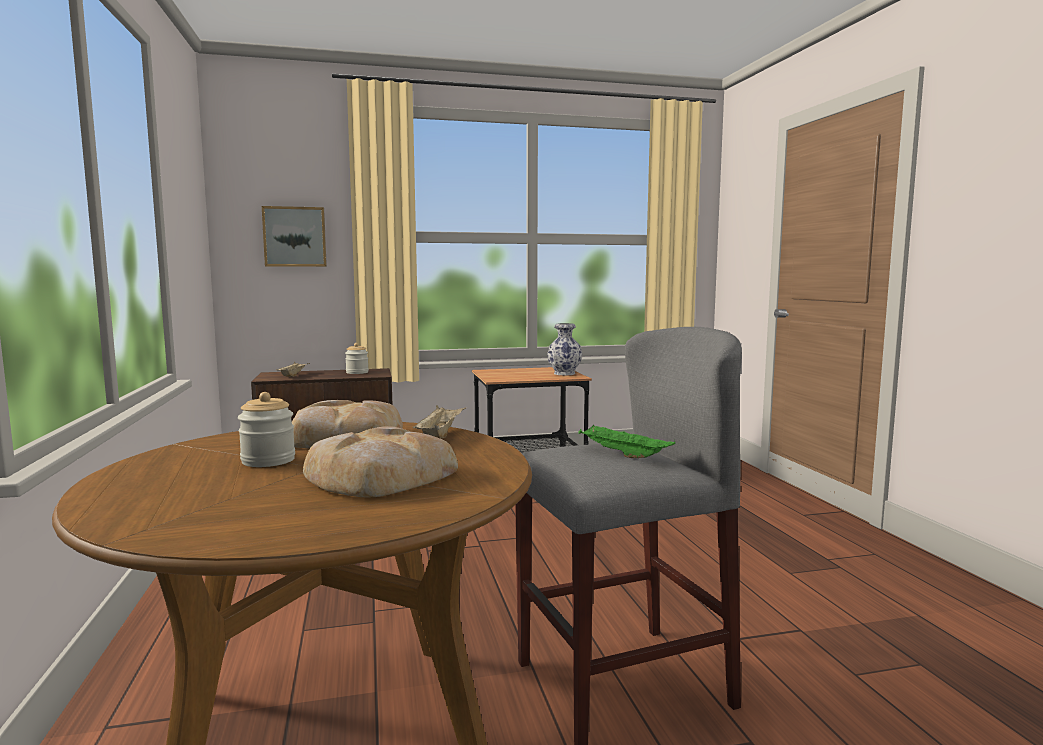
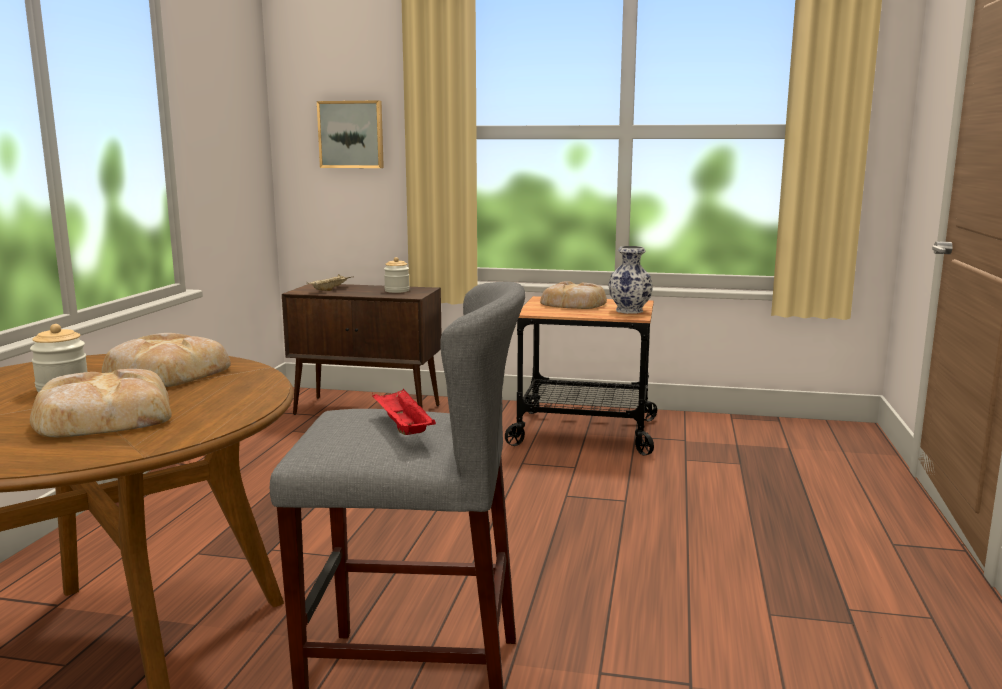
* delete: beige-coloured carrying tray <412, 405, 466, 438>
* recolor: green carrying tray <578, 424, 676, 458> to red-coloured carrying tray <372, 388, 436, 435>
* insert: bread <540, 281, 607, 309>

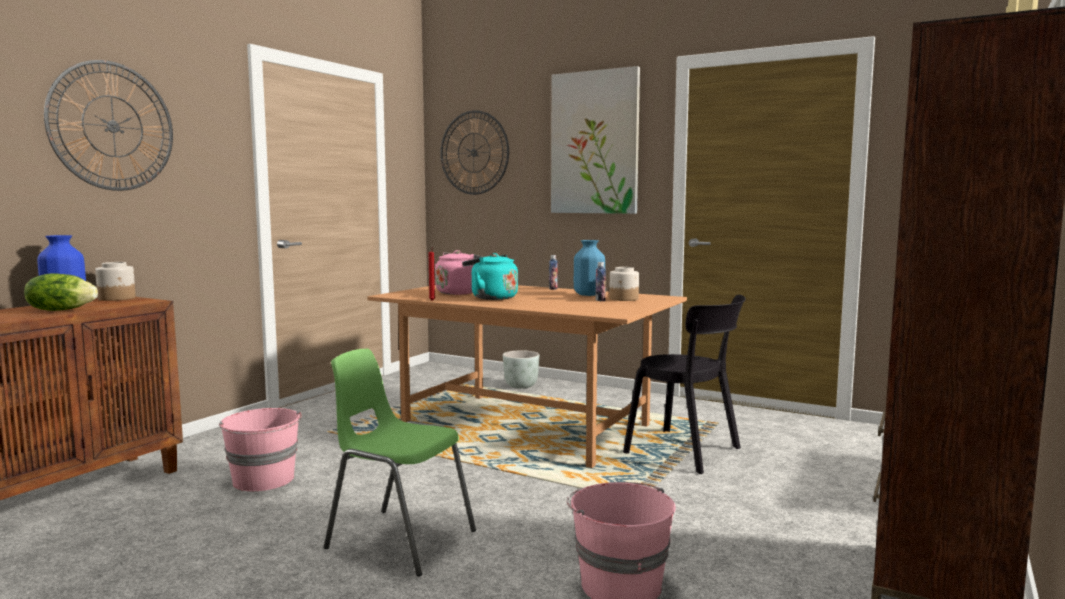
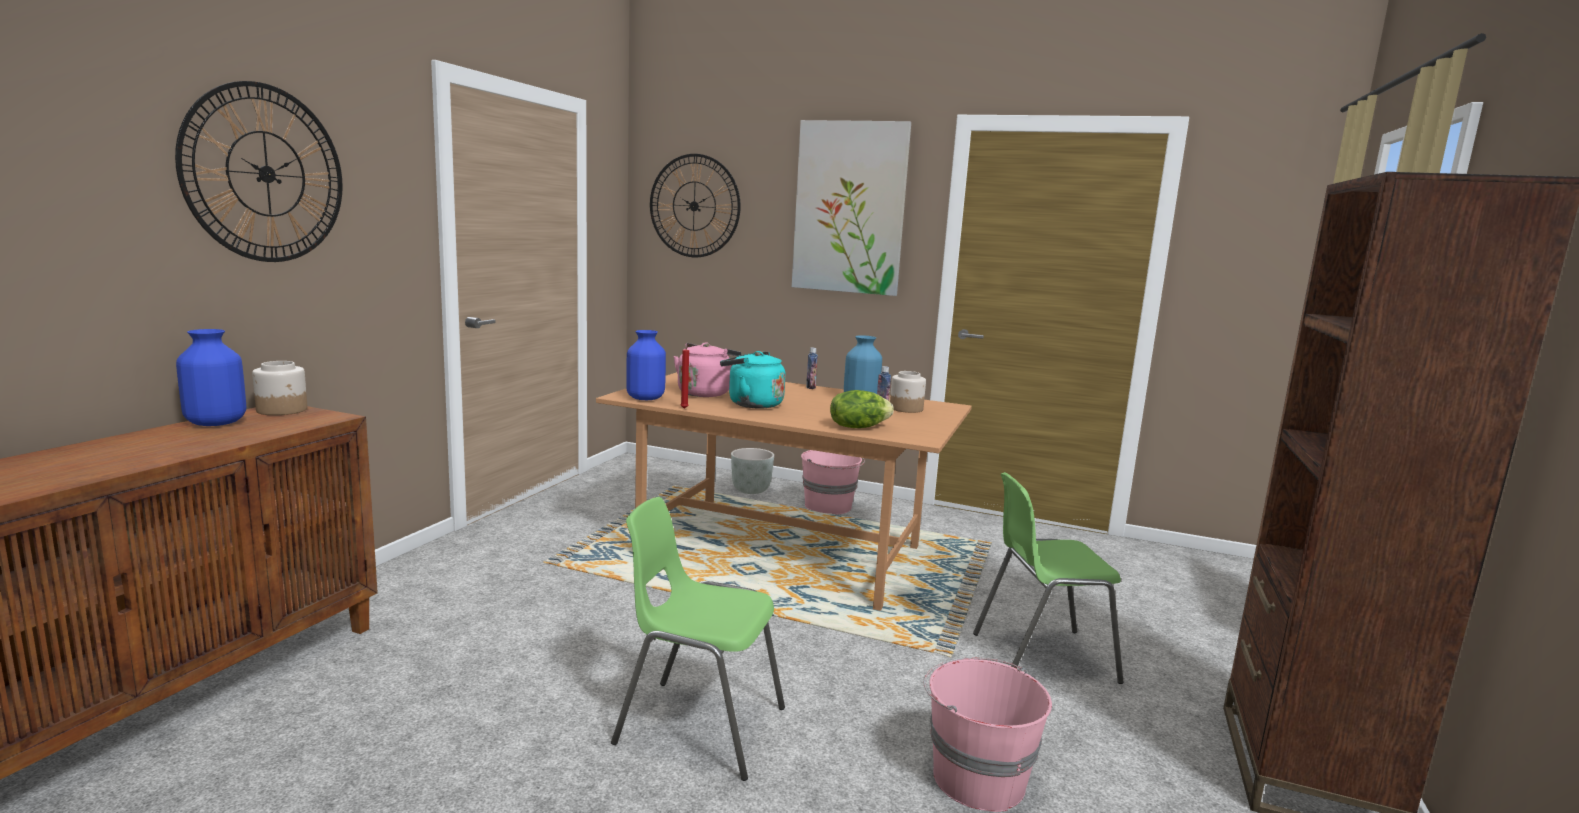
* move: head of lettuce <24, 273, 98, 311> to <830, 390, 894, 428>
* delete: black-coloured upright chair <623, 295, 746, 474>
* move: pinkish water bucket <219, 408, 302, 491> to <801, 450, 865, 515>
* insert: bluish decorative vase <626, 330, 666, 400>
* insert: green upright chair <973, 472, 1123, 684>

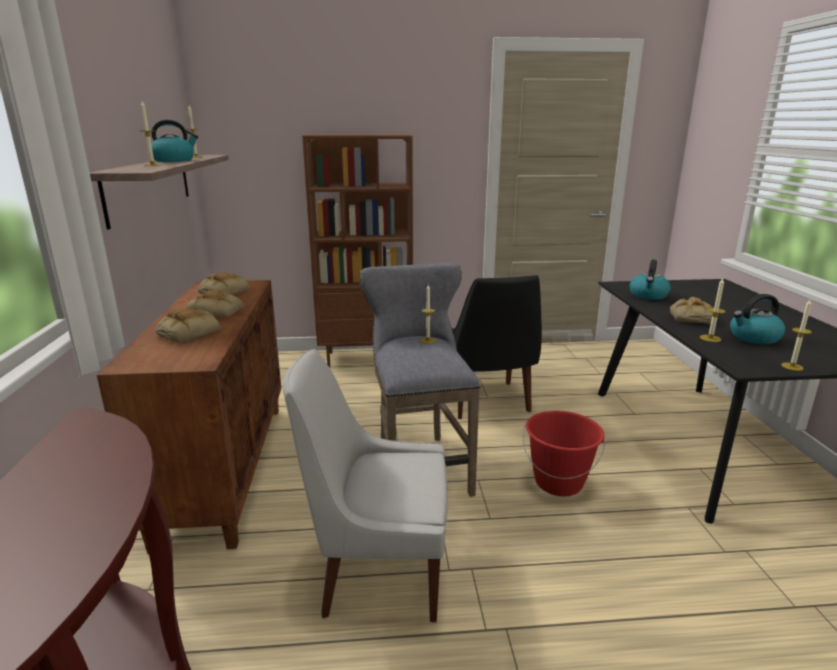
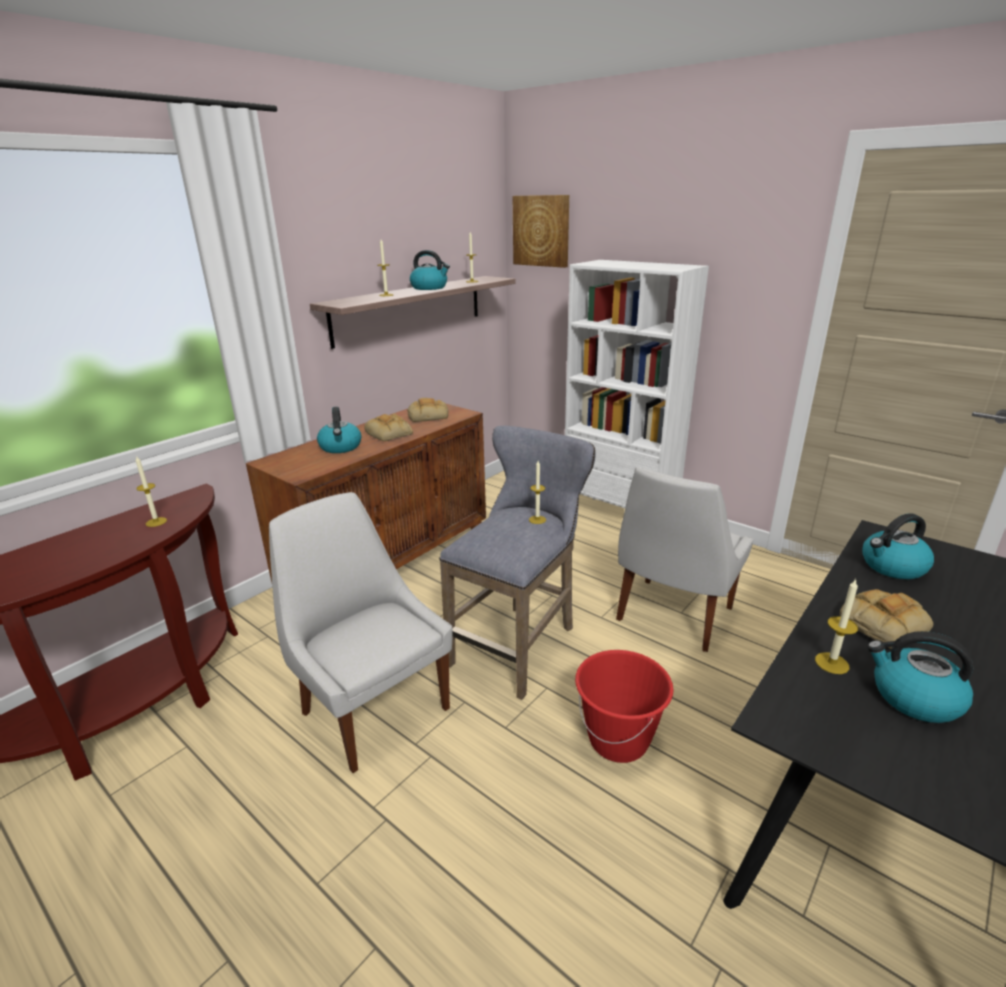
* recolor: brown-coloured shelving unit <302, 134, 413, 367> to white shelving unit <565, 260, 709, 508>
* recolor: black-coloured upright chair <452, 275, 542, 419> to white upright chair <616, 467, 754, 652>
* move: wax light <781, 300, 812, 371> to <136, 455, 167, 527>
* replace: bread <155, 308, 220, 343> to tea kettle <317, 407, 362, 453>
* insert: picture <513, 195, 569, 268>

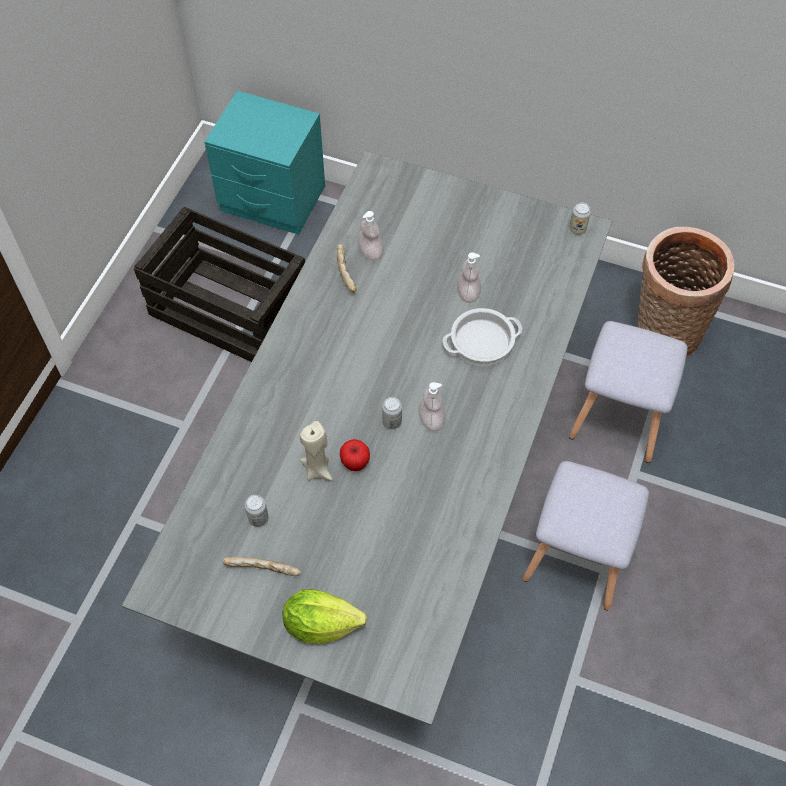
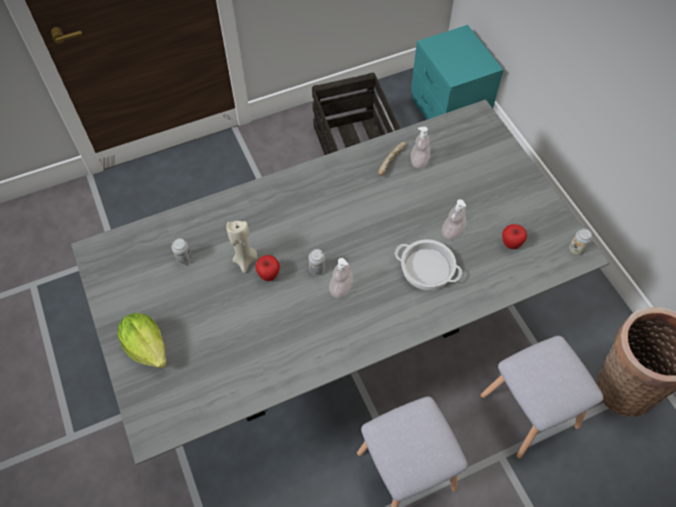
* delete: bread <223, 557, 301, 576>
* insert: apple <502, 224, 527, 249>

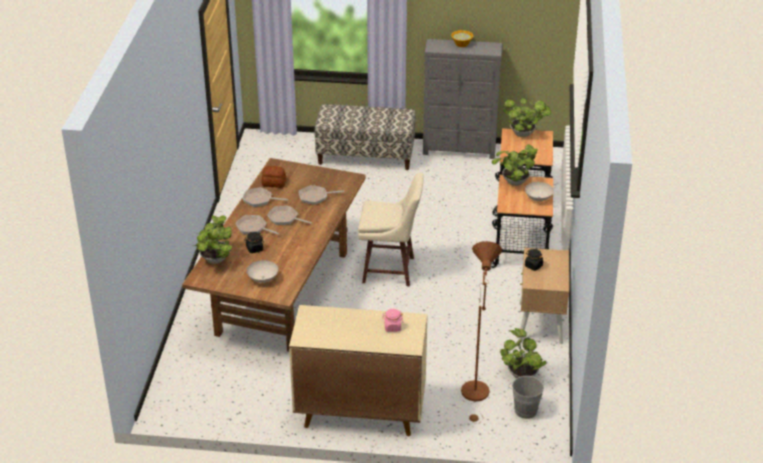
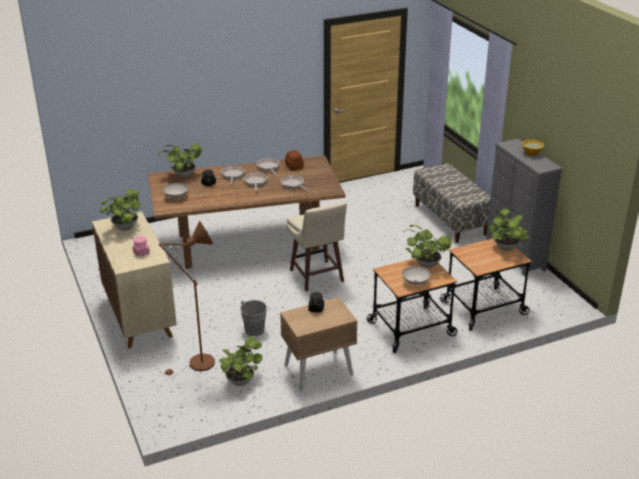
* move: gray water bucket <508, 376, 544, 419> to <240, 300, 267, 337>
* insert: potted plant <99, 188, 141, 231>

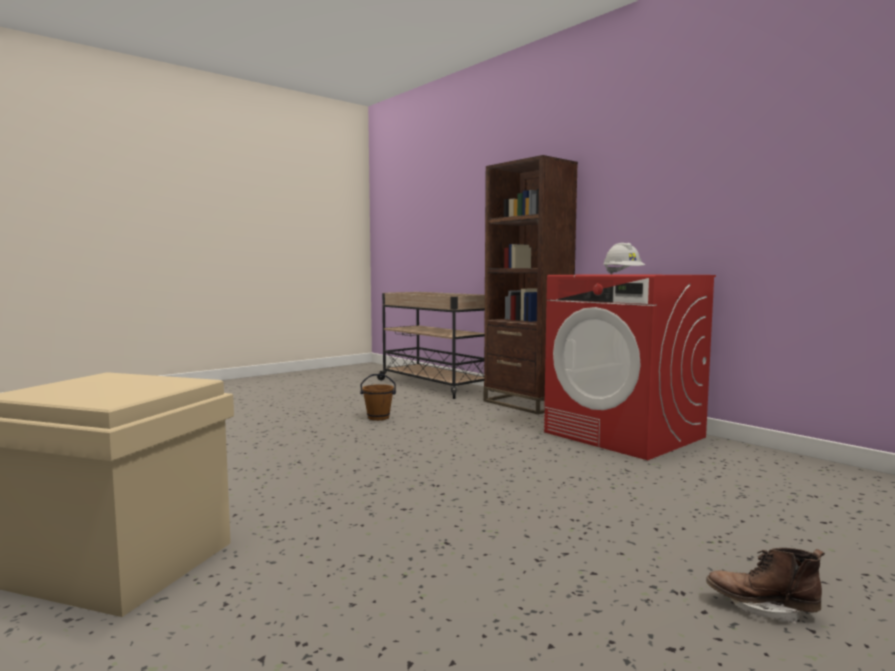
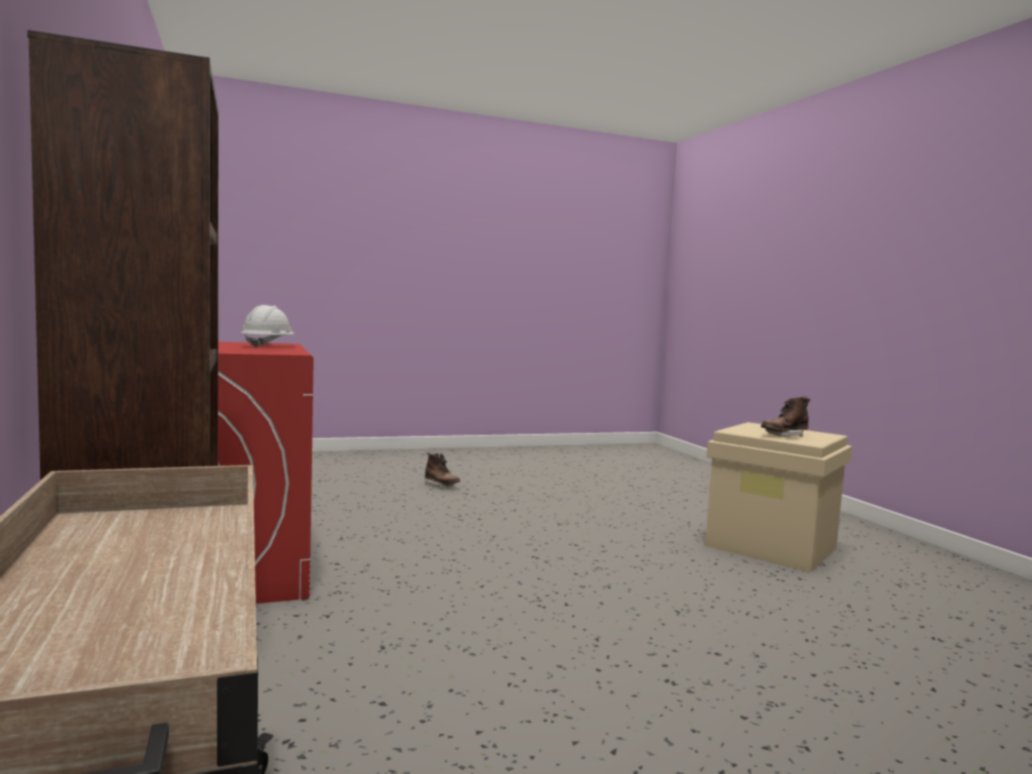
* delete: brown-coloured water bucket <360, 374, 396, 421>
* insert: brown-coloured boot <761, 396, 810, 437>

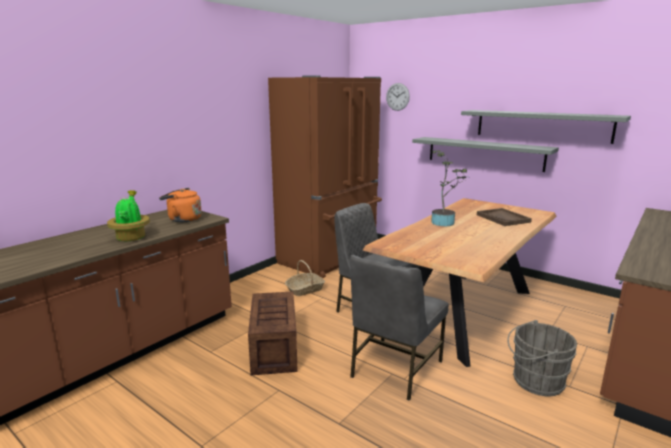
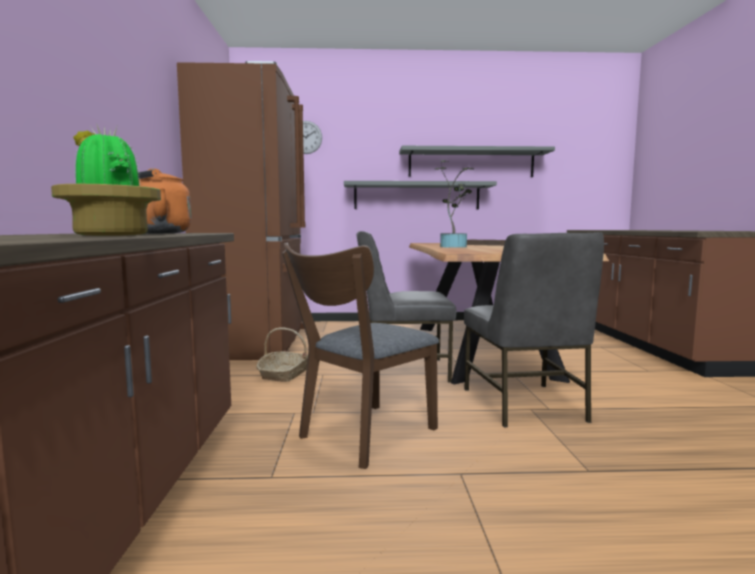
* replace: shipping crate <248, 291, 298, 375> to brown-coloured upright chair <282, 243, 439, 469>
* delete: gray water bucket <508, 320, 577, 396>

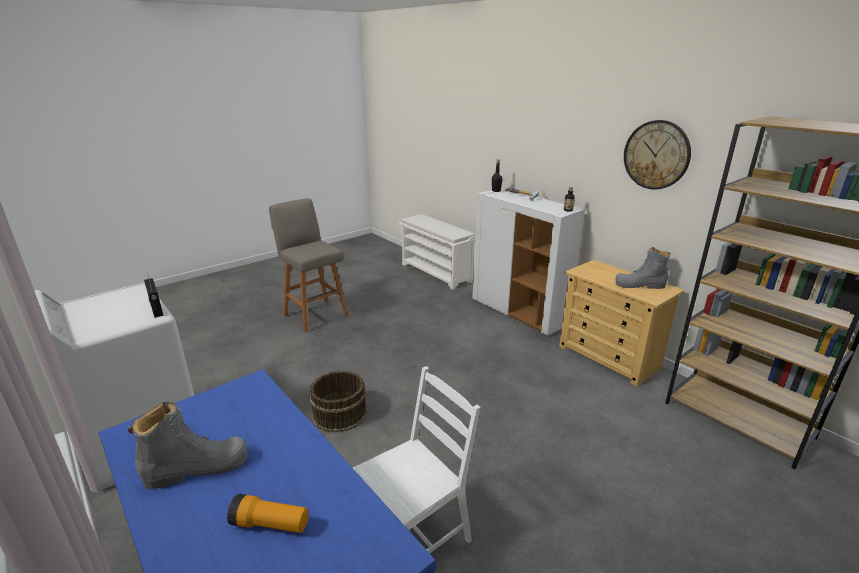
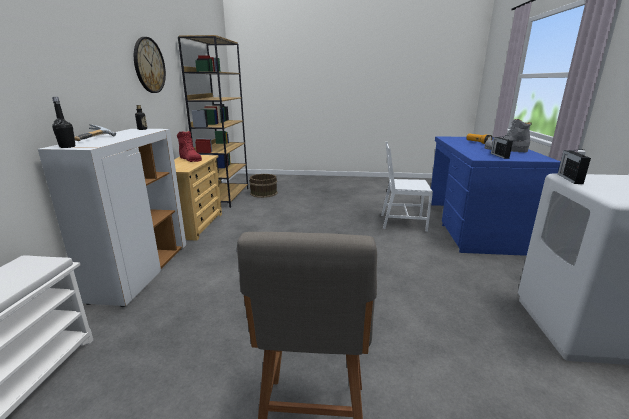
* recolor: gray boot <616, 247, 670, 289> to red-coloured boot <177, 131, 202, 162>
* move: brown-coloured water bucket <309, 371, 367, 433> to <249, 174, 278, 198>
* insert: radio set <491, 136, 513, 159>

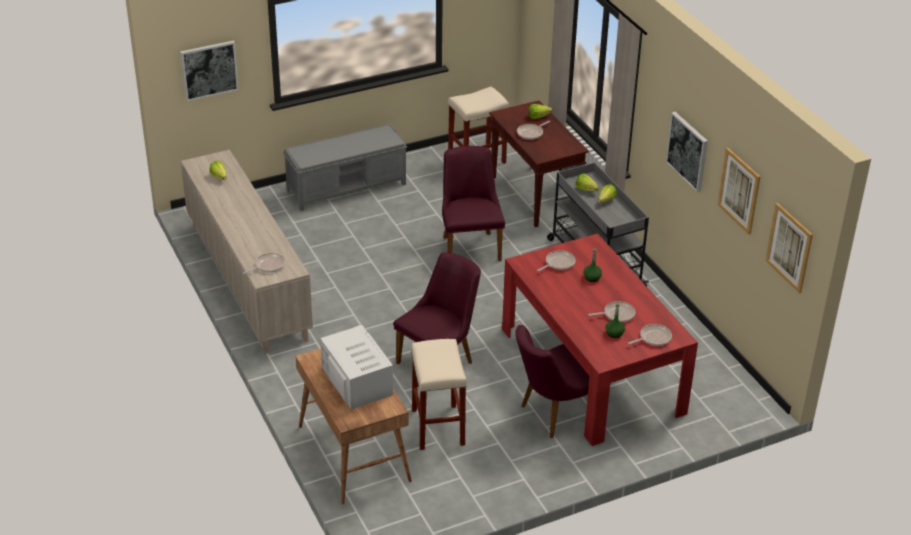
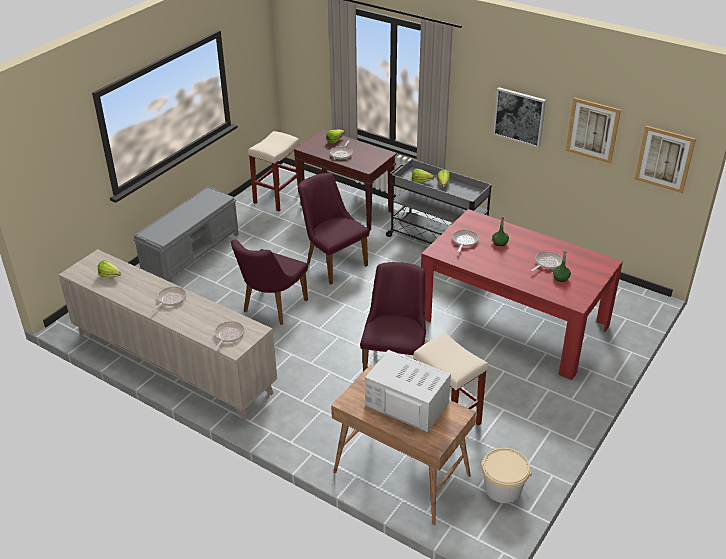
* delete: picture <180, 40, 239, 101>
* move: pan <628, 324, 672, 346> to <151, 287, 186, 312>
* move: purplish upright chair <515, 325, 589, 438> to <231, 240, 308, 325>
* insert: beige-coloured water bucket <480, 448, 532, 503>

